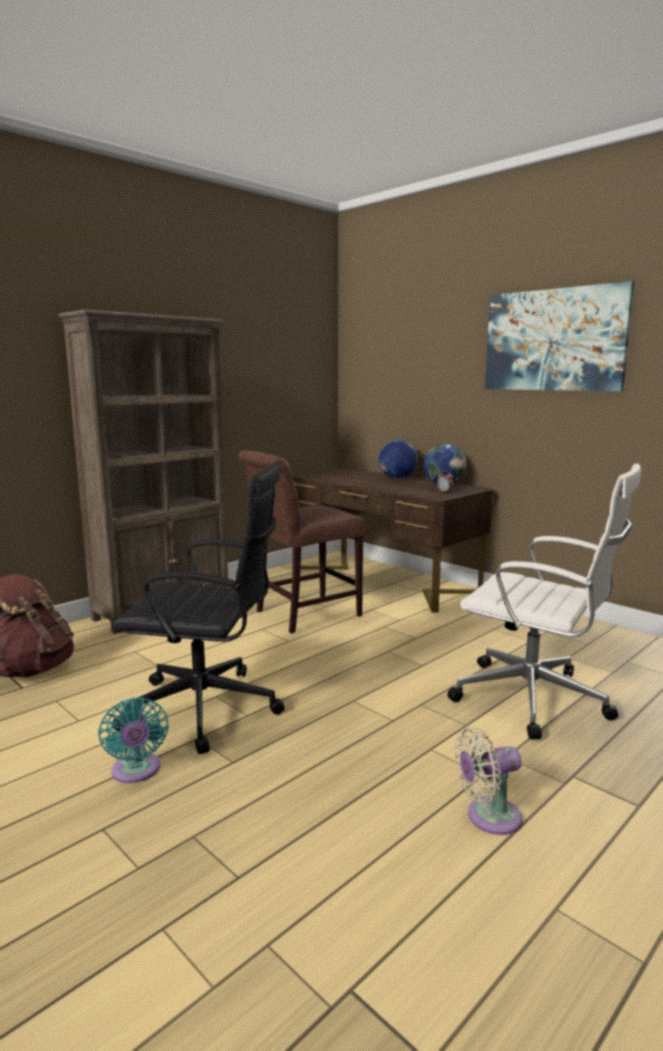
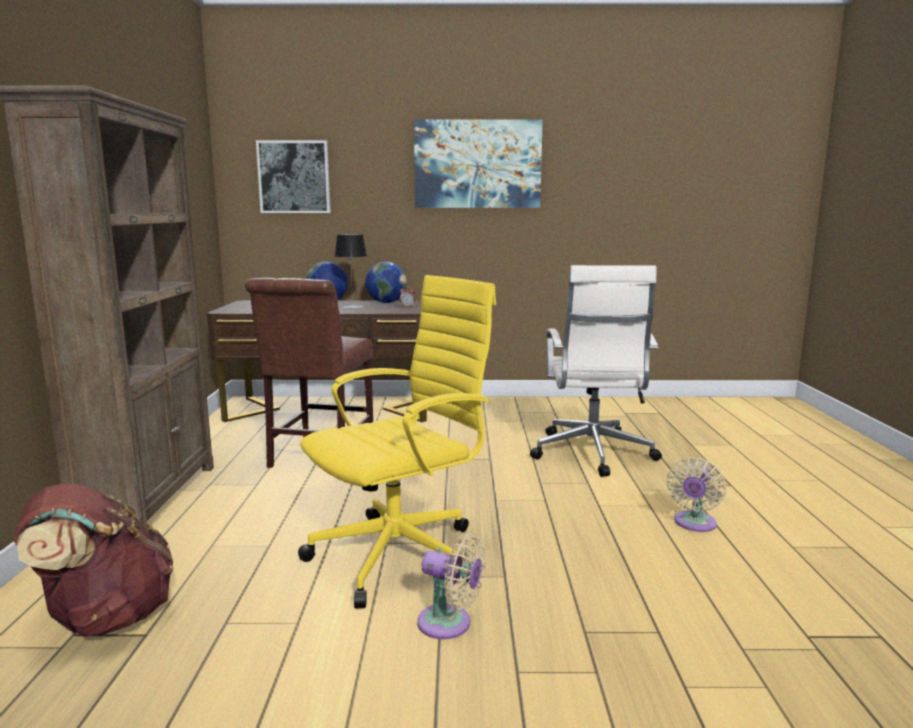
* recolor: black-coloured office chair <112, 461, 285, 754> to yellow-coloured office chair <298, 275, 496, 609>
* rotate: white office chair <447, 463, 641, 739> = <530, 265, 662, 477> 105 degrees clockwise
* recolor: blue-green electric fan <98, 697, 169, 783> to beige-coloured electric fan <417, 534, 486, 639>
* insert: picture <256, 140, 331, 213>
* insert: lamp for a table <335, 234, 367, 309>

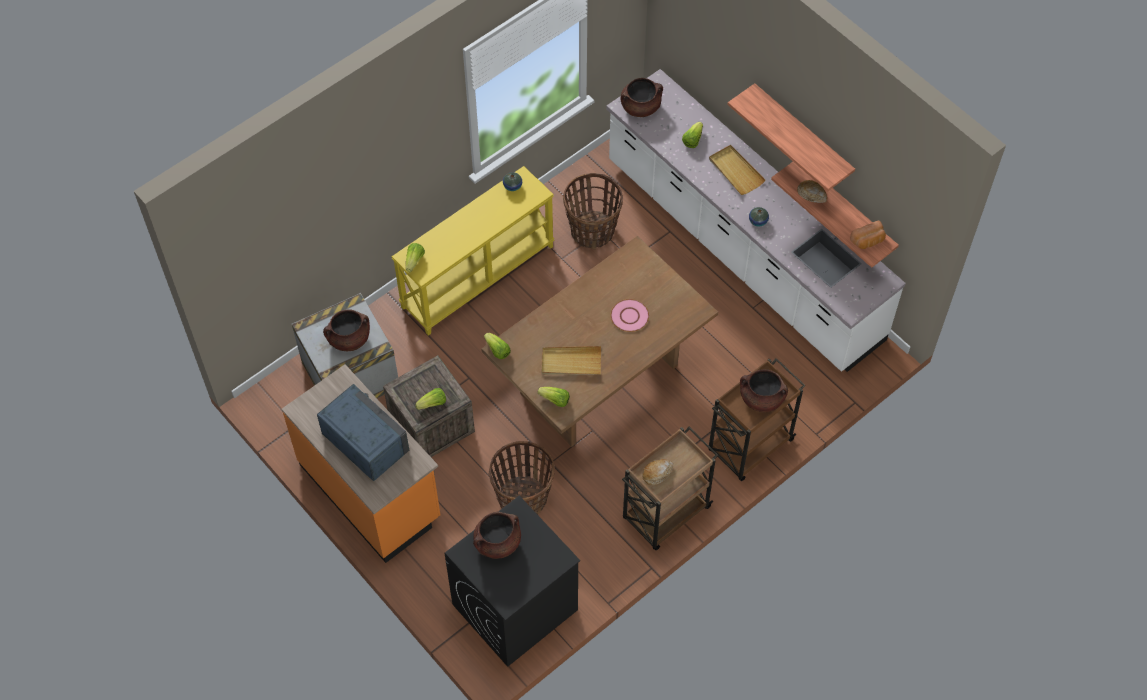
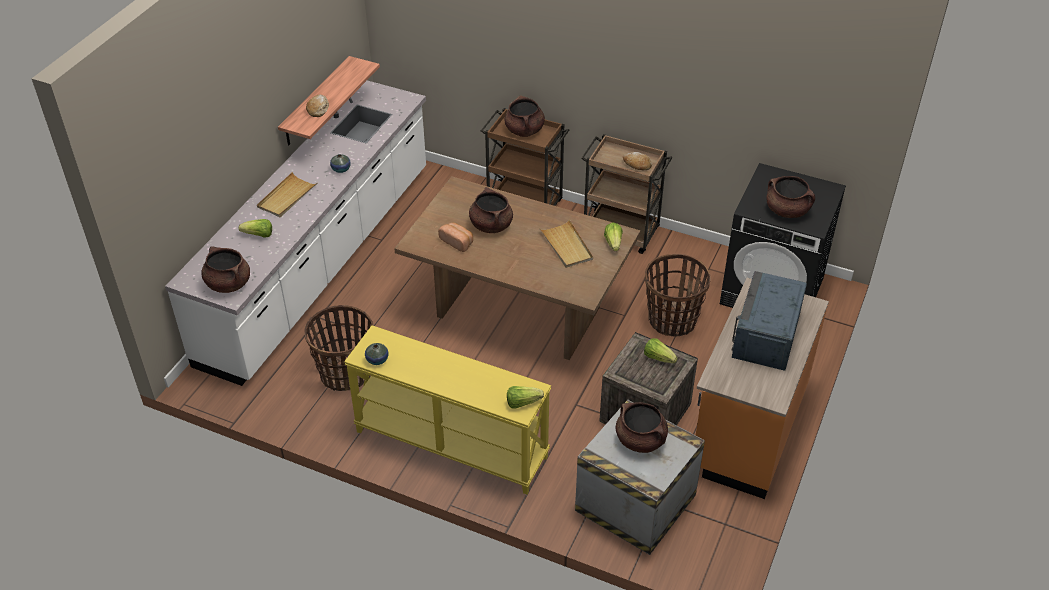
* delete: shelf <728, 83, 855, 191>
* move: bread <850, 221, 886, 249> to <438, 223, 473, 252>
* replace: pinkish plate <610, 299, 649, 332> to brown-coloured cooking pot <469, 187, 513, 233>
* delete: head of lettuce <484, 333, 511, 359>

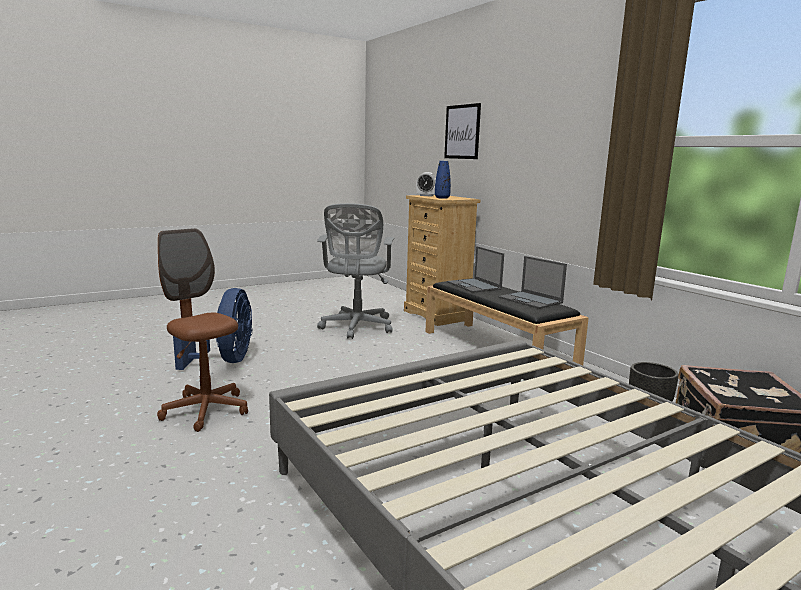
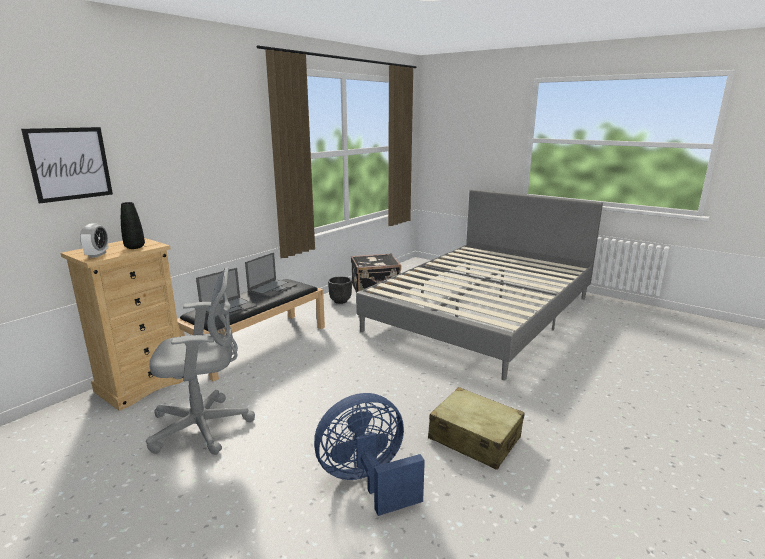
* recolor: bluish decorative vase <435, 161, 451, 199> to black-coloured decorative vase <121, 202, 145, 249>
* replace: brown-coloured office chair <157, 228, 248, 432> to beige-coloured suitcase <428, 387, 525, 470>

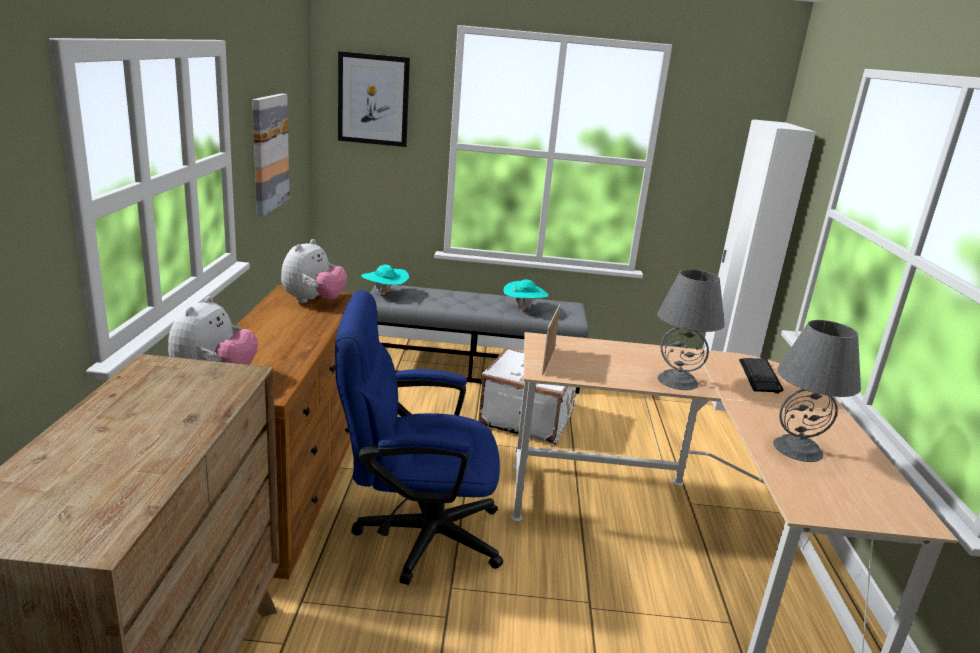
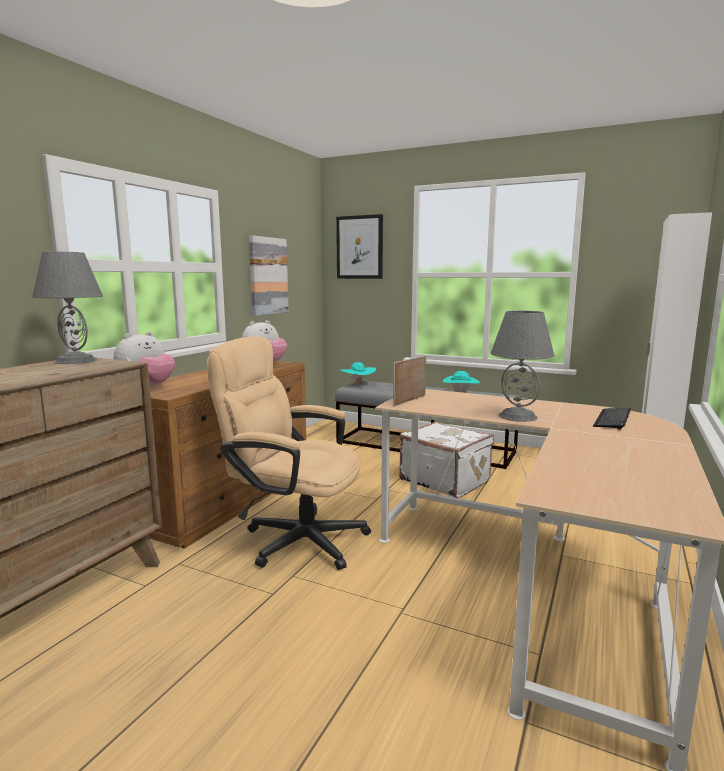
* recolor: bluish office chair <335, 290, 503, 585> to beige-coloured office chair <207, 336, 371, 570>
* move: gray lamp for a table <773, 320, 861, 462> to <32, 252, 103, 364>

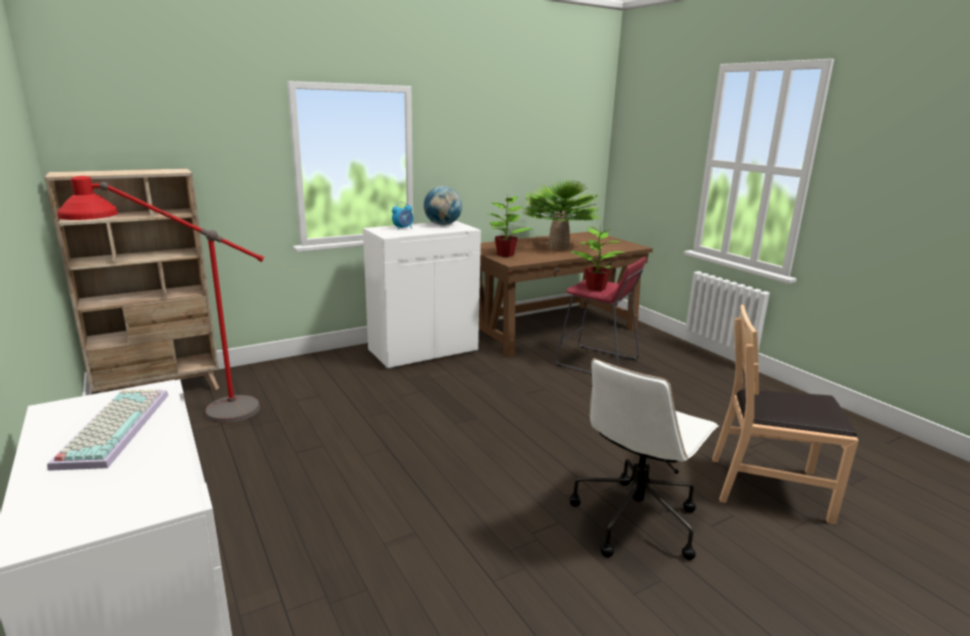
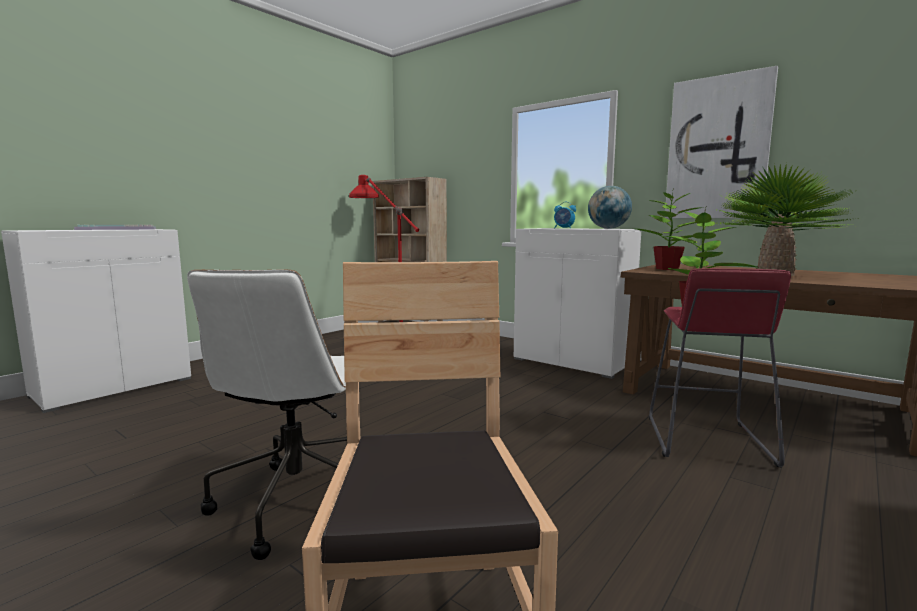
* rotate: white office chair <570, 358, 719, 560> = <187, 269, 347, 560> 105 degrees counterclockwise
* insert: picture <665, 66, 778, 219>

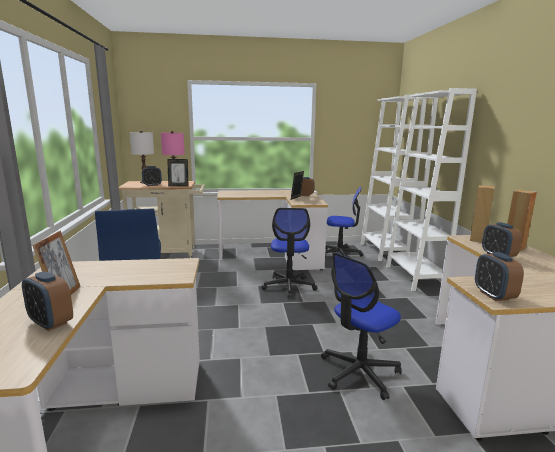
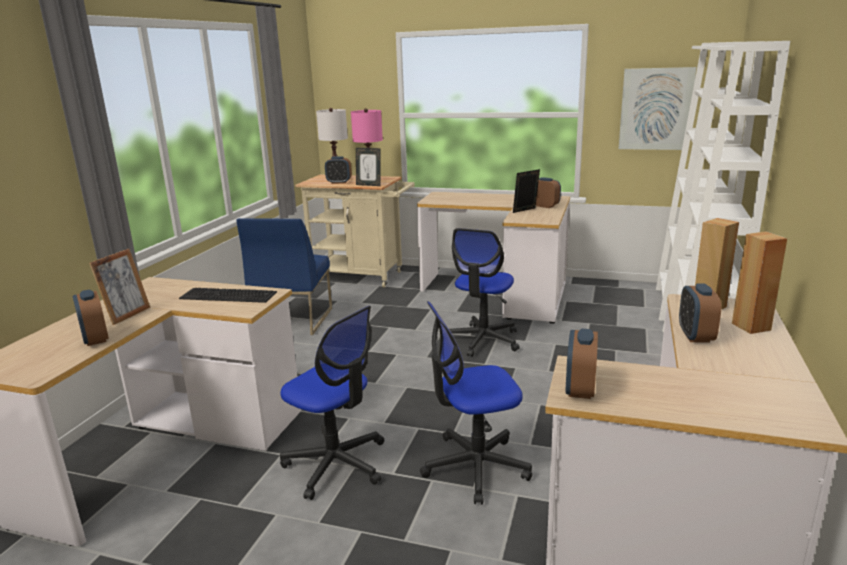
* move: office chair <325, 187, 363, 257> to <280, 306, 384, 500>
* insert: picture <619, 67, 696, 150>
* insert: PC keyboard <179, 288, 277, 303>

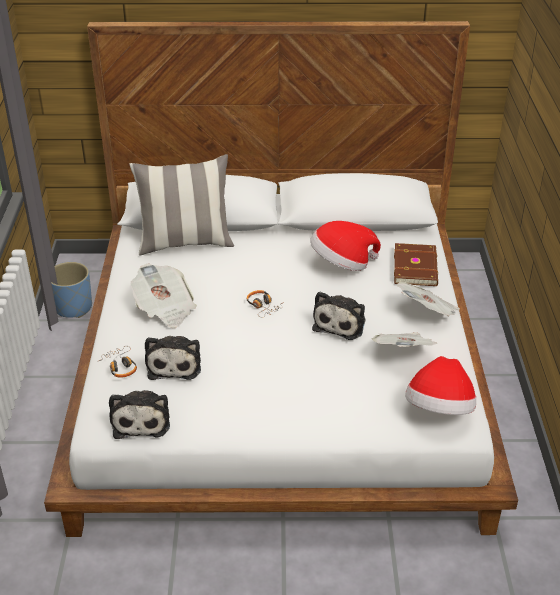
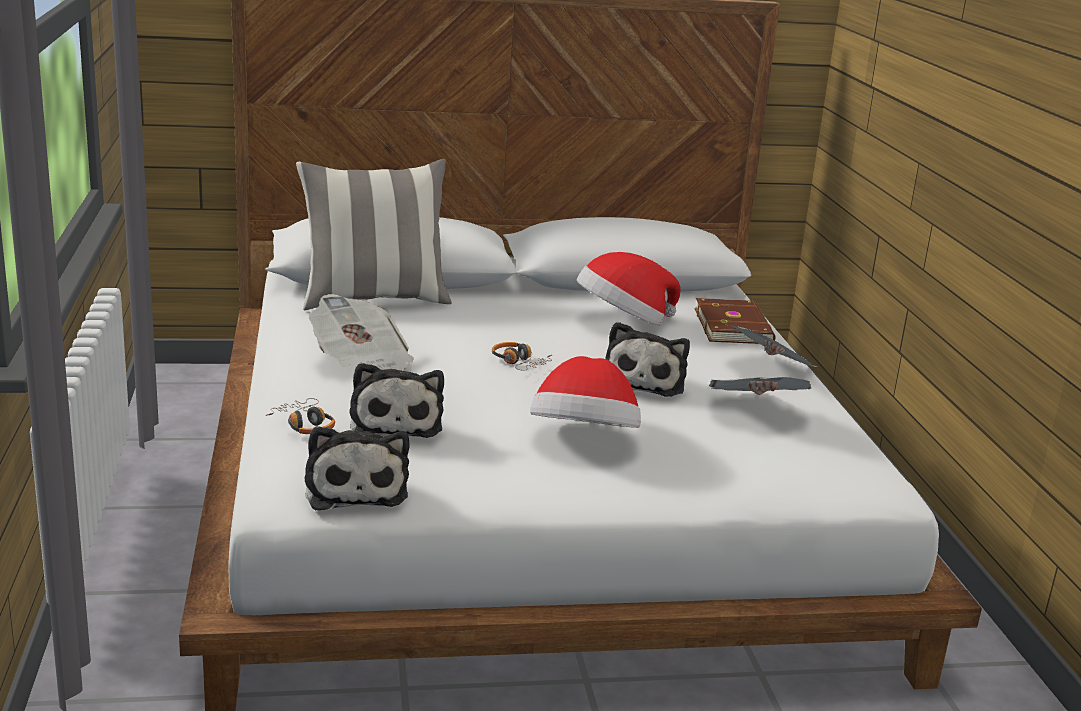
* delete: bluish plant pot <51, 262, 92, 318>
* move: clothing hat <405, 356, 476, 415> to <530, 356, 641, 428>

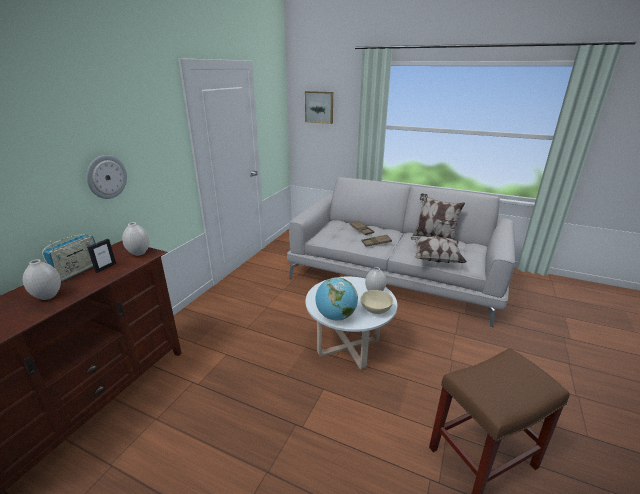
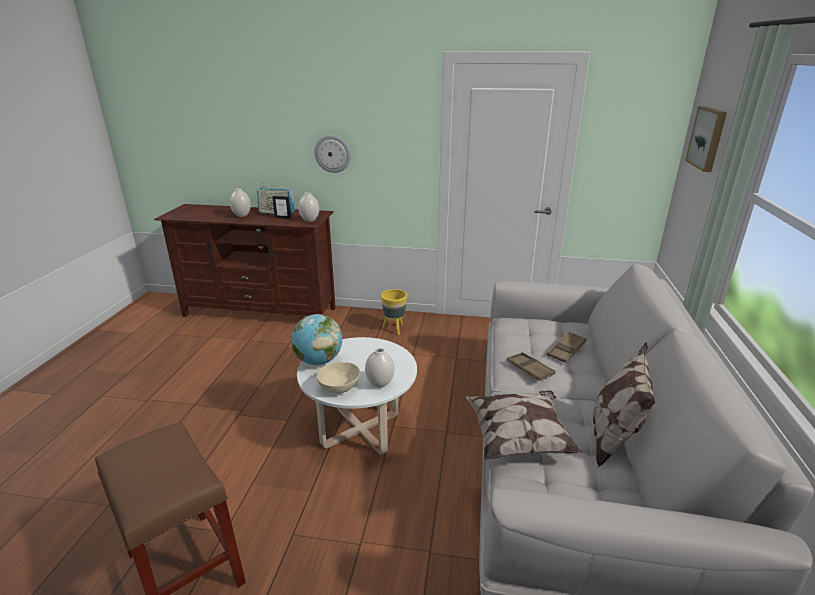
* insert: yellow-coloured plant pot <381, 289, 407, 335>

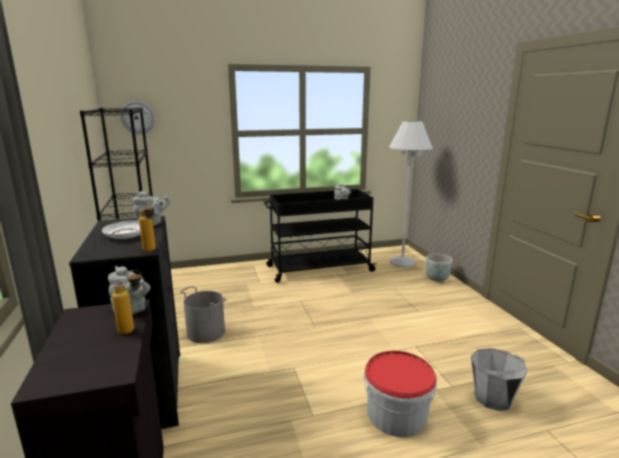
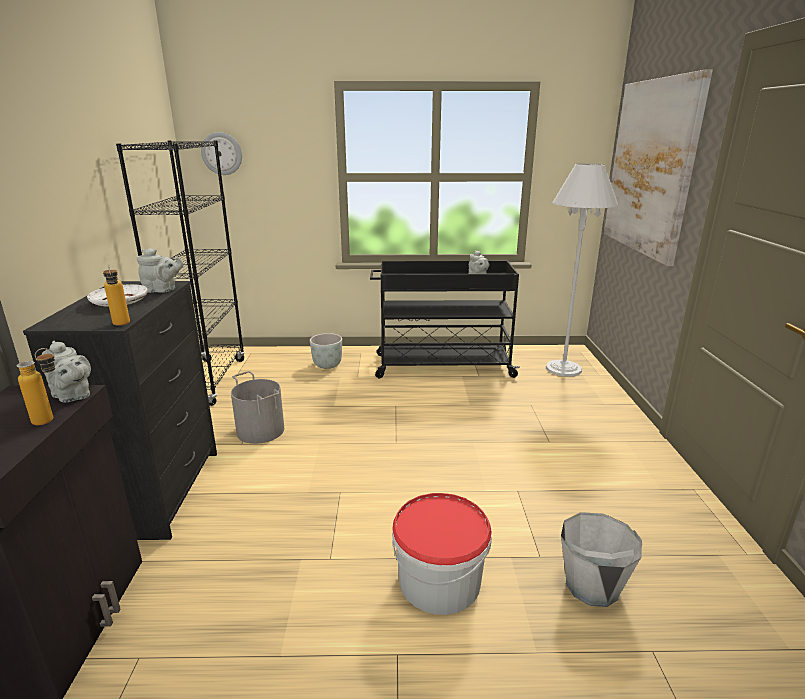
* move: gray plant pot <426, 254, 453, 282> to <310, 333, 342, 369>
* insert: picture <604, 69, 713, 266>

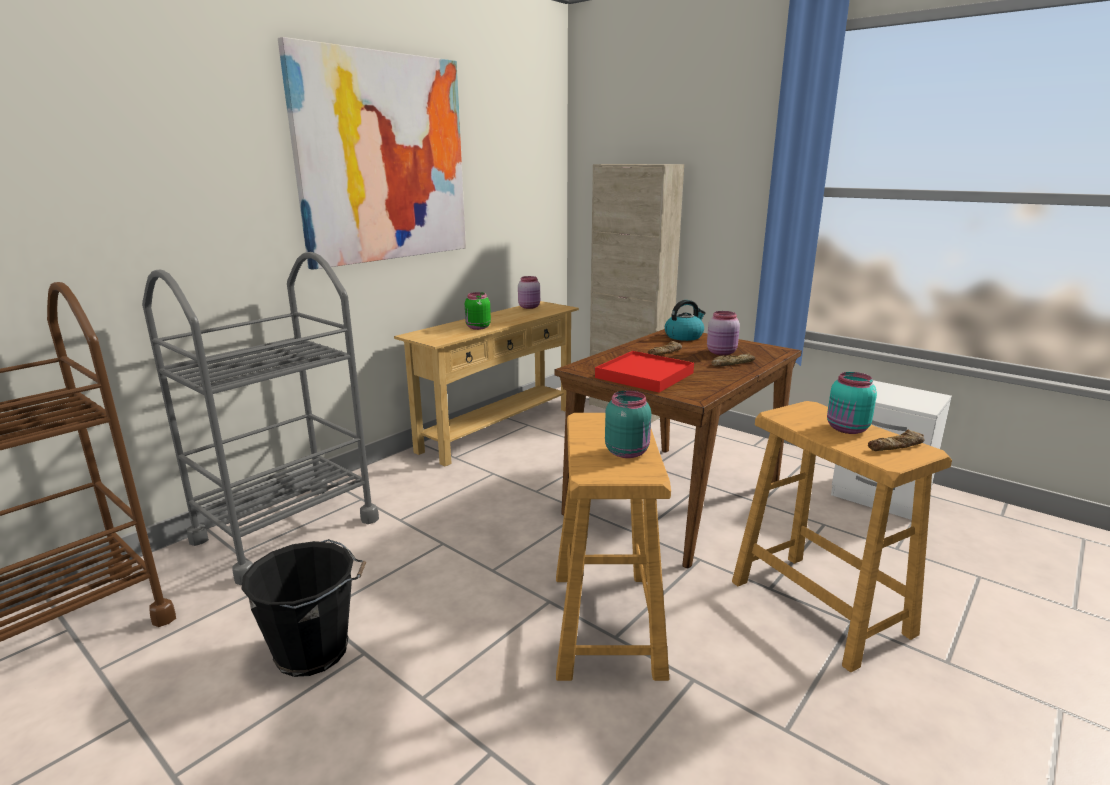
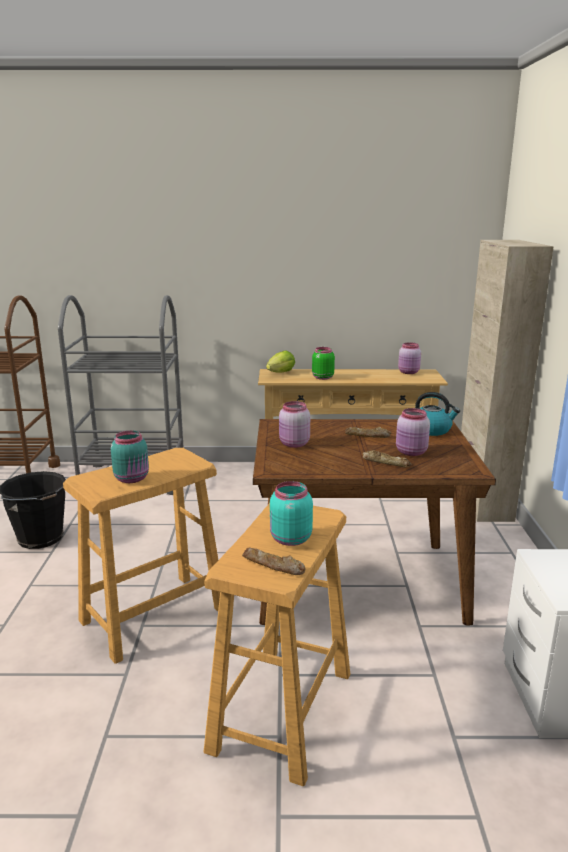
* delete: picture <278, 37, 466, 270>
* replace: red-coloured carrying tray <595, 351, 694, 393> to pinkish storage jar <279, 401, 310, 448>
* insert: head of lettuce <266, 351, 295, 373>

